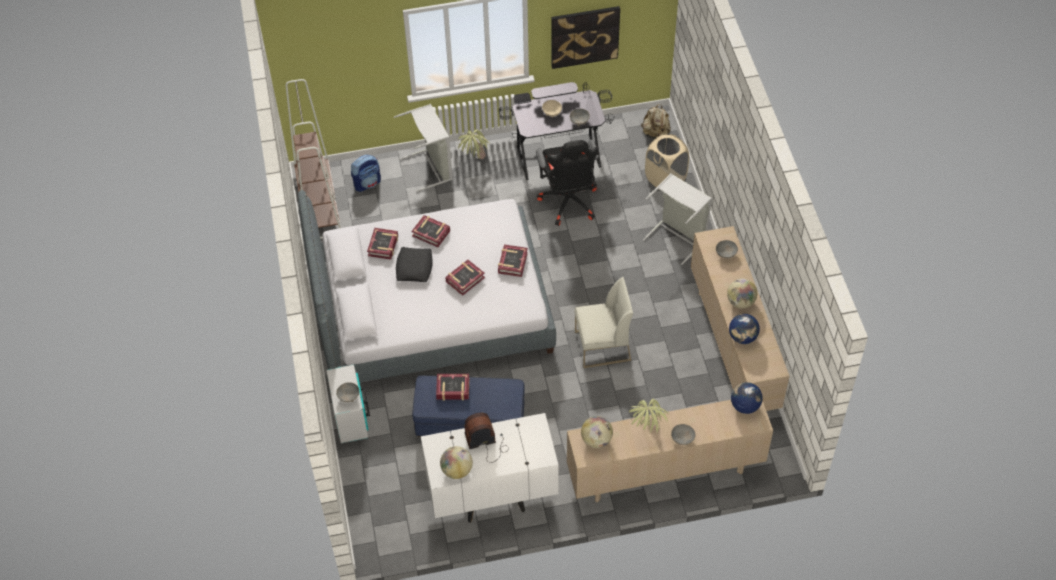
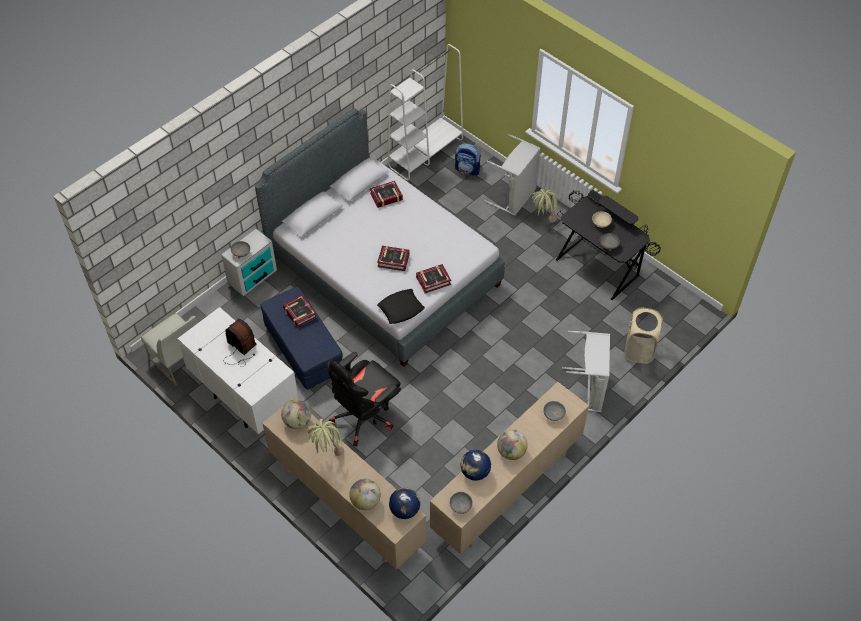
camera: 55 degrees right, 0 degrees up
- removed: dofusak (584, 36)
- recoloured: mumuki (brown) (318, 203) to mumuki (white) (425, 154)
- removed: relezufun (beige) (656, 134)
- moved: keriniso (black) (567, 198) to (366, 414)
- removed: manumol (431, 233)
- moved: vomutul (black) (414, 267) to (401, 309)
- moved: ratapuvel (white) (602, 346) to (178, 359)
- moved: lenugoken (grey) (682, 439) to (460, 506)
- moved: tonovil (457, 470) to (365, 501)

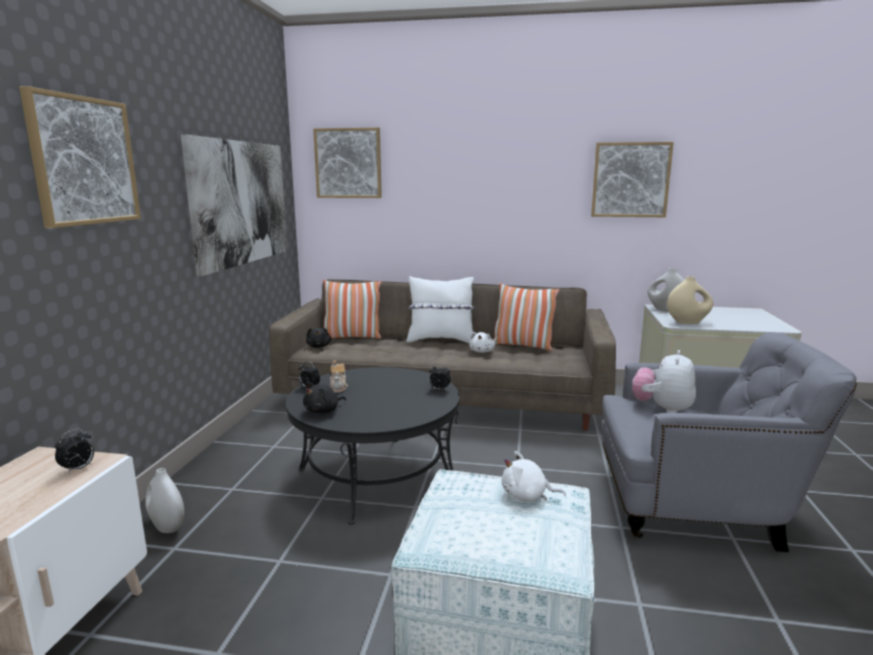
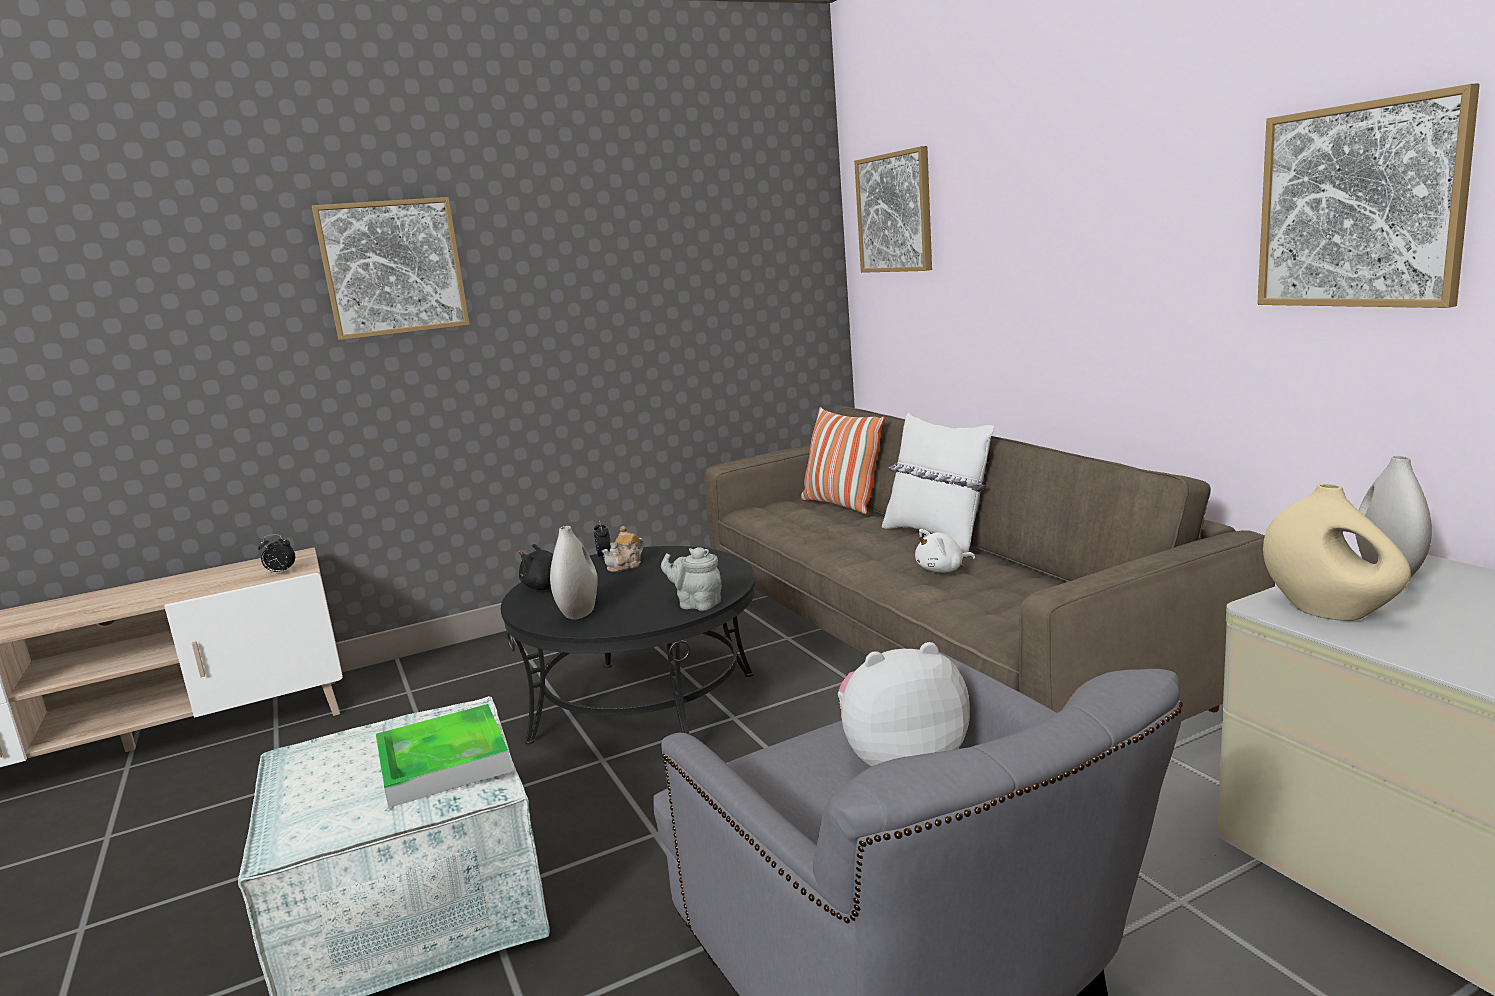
camera: 55 degrees right, 0 degrees up
- removed: dofusak (240, 203)
- removed: vomutul (522, 346)
- removed: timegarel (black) (319, 346)
- replaced: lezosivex (439, 390) to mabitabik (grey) (696, 604)
- replaced: timegarel (white) (527, 496) to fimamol (443, 762)
- moved: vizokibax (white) (167, 526) to (579, 612)

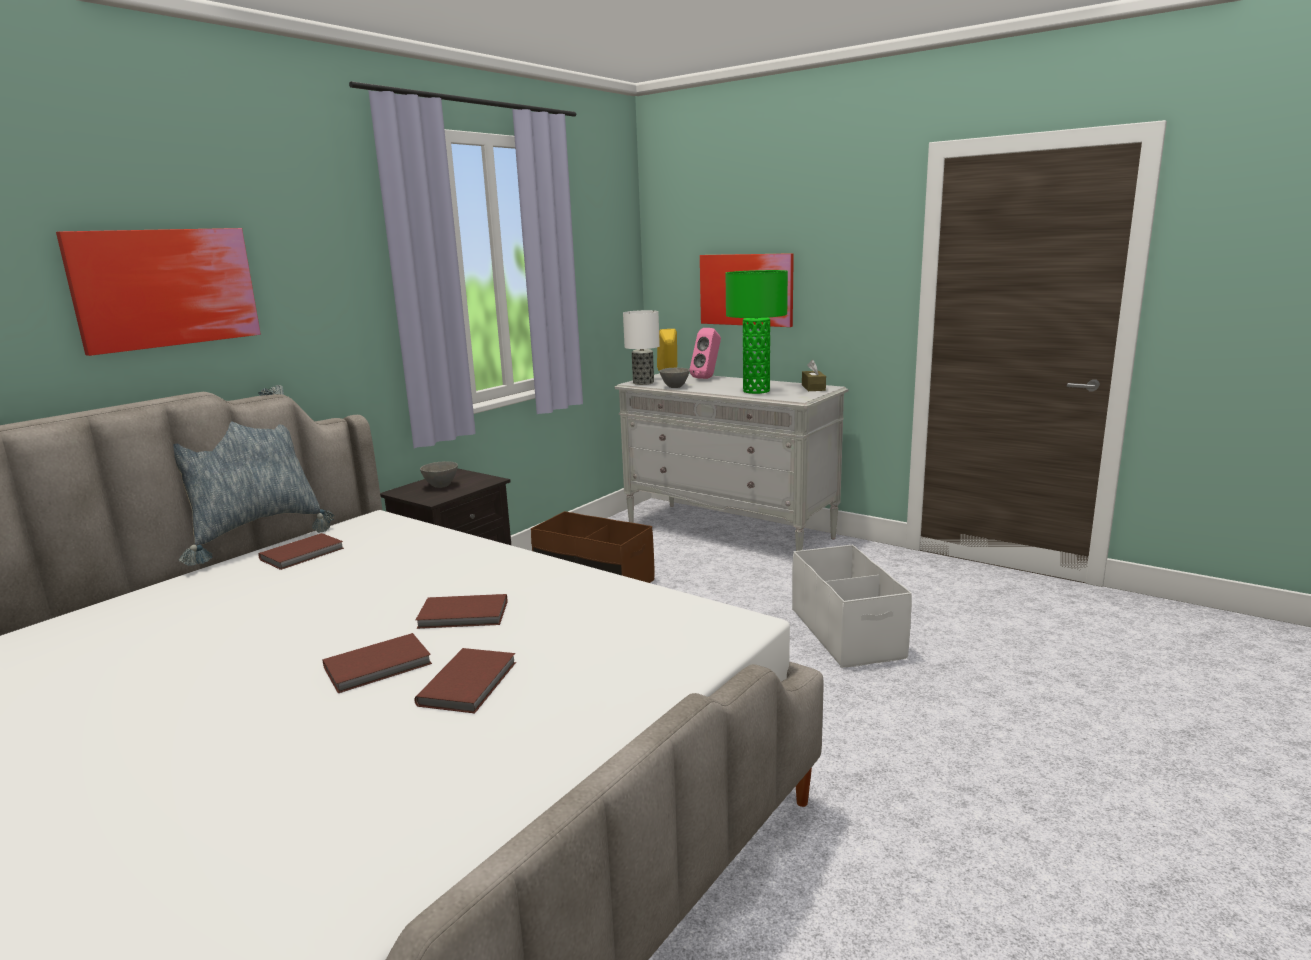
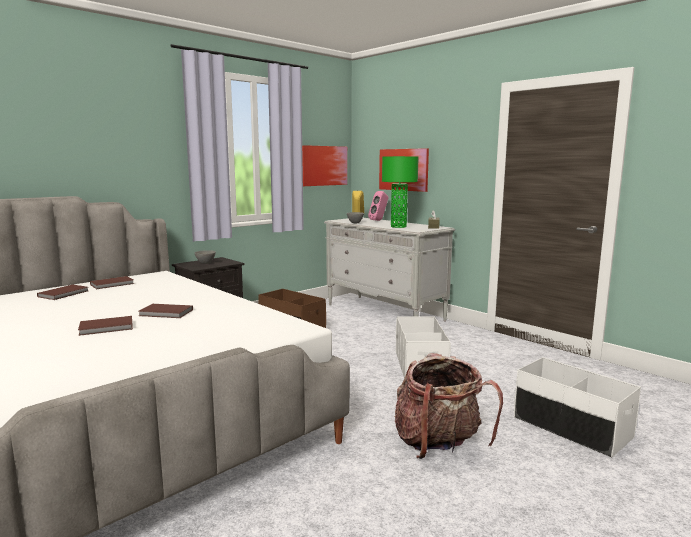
camera: 10 degrees right, 5 degrees down
- moved: dofusak (165, 288) to (324, 165)
- removed: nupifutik (643, 383)
- removed: vomutul (252, 544)
- moved: manumol (brown) (471, 683) to (64, 294)
- added: relezufun (438, 445)
- added: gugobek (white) (571, 427)

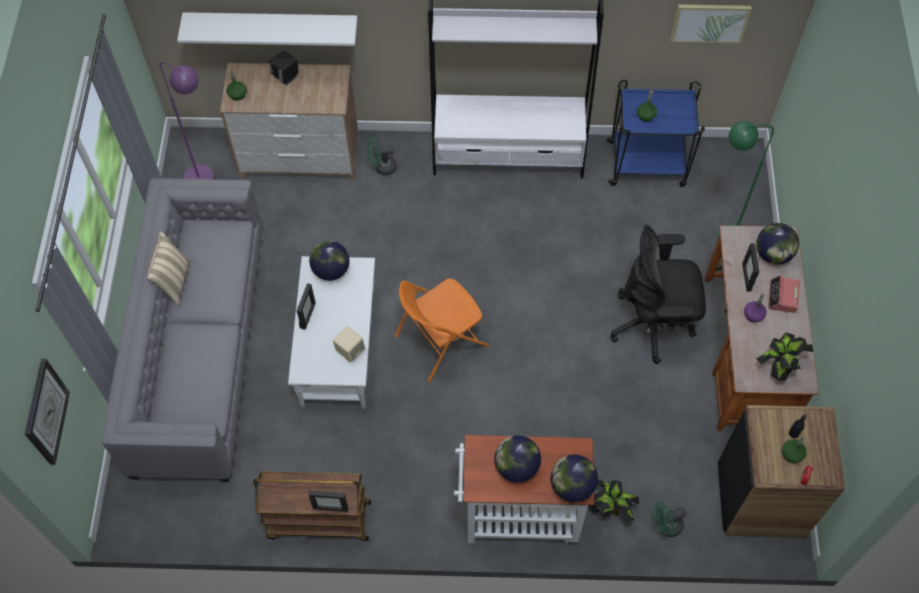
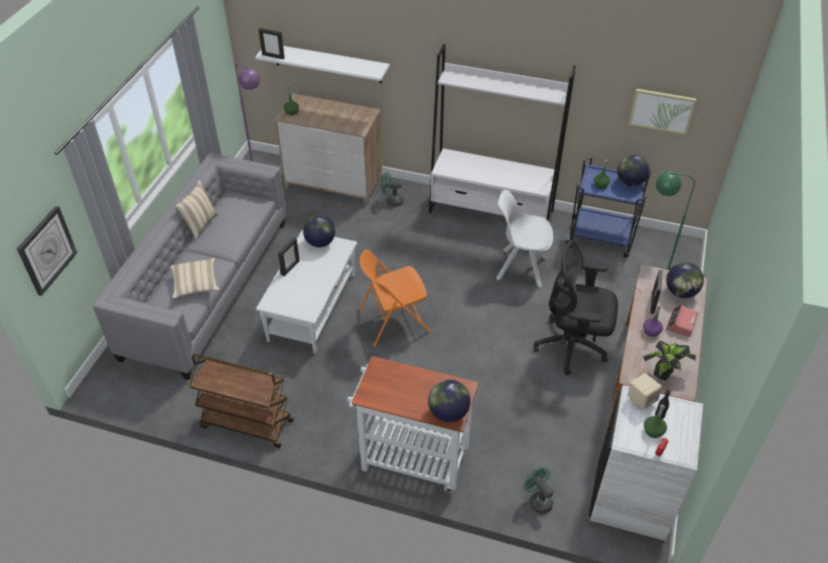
camera: 15 degrees right, 15 degrees down
- removed: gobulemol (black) (286, 76)
- moved: gobulemol (beige) (350, 351) to (641, 400)
- recoloured: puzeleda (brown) (761, 498) to puzeleda (white) (631, 499)
- moved: tonovil (516, 467) to (630, 182)
- removed: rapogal (611, 509)
- moved: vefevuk (330, 507) to (273, 56)
- turned: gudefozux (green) (666, 527) = (538, 500) 60 degrees clockwise
- added: ratapuvel (white) (520, 267)
- added: vomutul (beige) (195, 284)

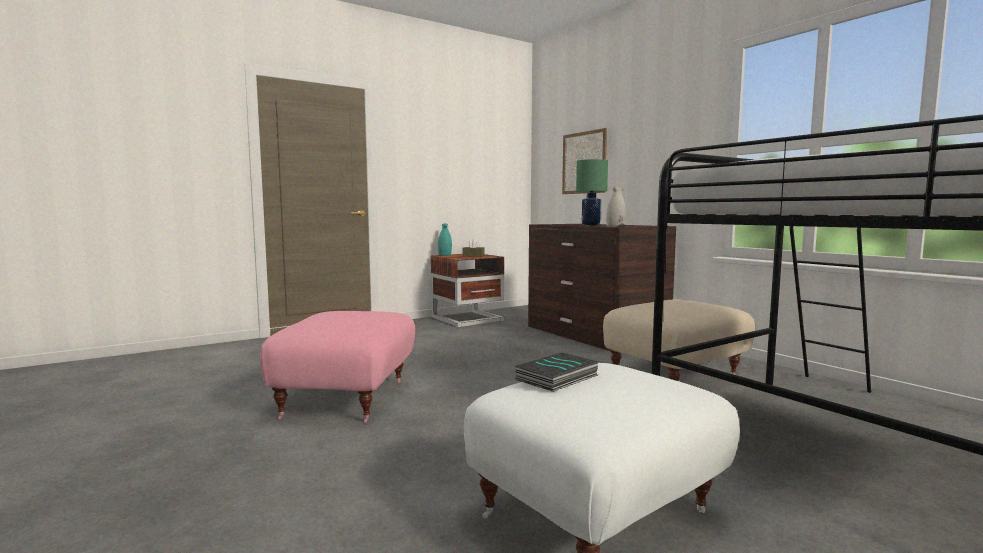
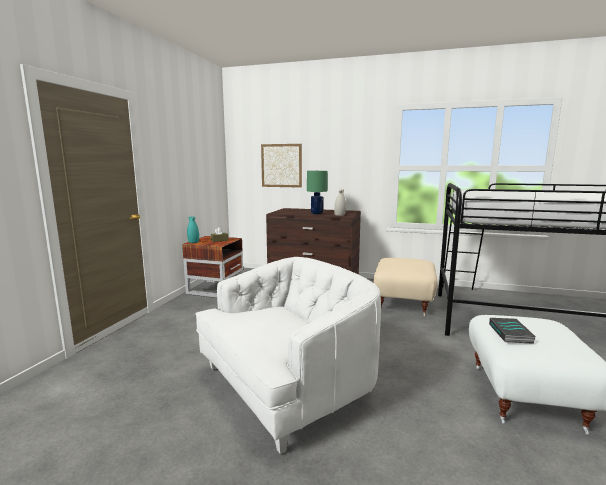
camera: 40 degrees left, 5 degrees up
- replaced: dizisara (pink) (348, 399) to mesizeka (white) (285, 386)

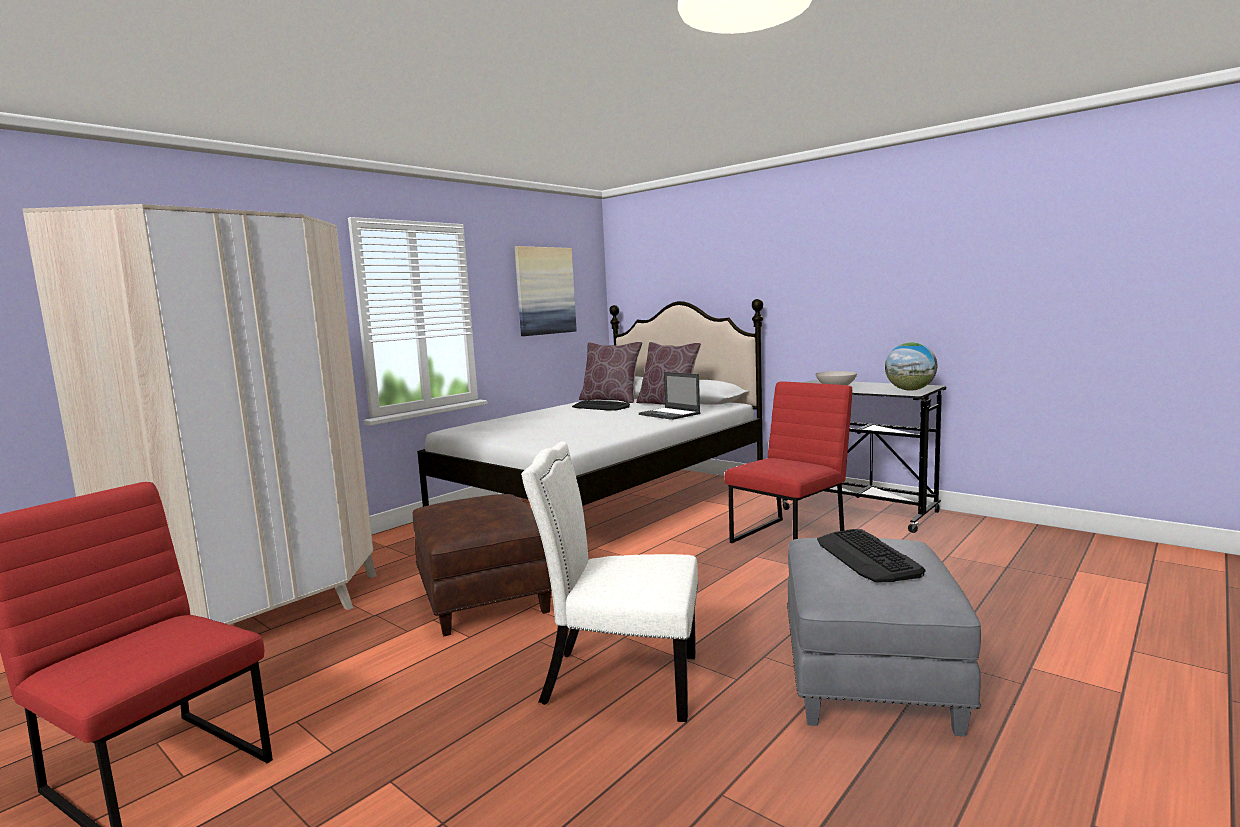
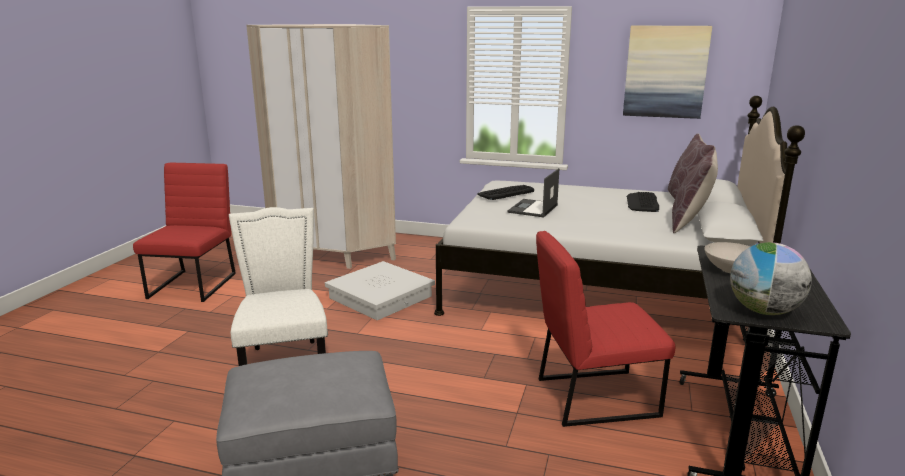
camera: 65 degrees right, 10 degrees up
- moved: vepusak (670, 414) to (533, 209)
- turned: ratapuvel (red) (790, 537) = (593, 397) 150 degrees clockwise
- replaced: dizisara (brown) (482, 597) to gugobek (white) (381, 297)
- moved: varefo (867, 557) to (505, 193)

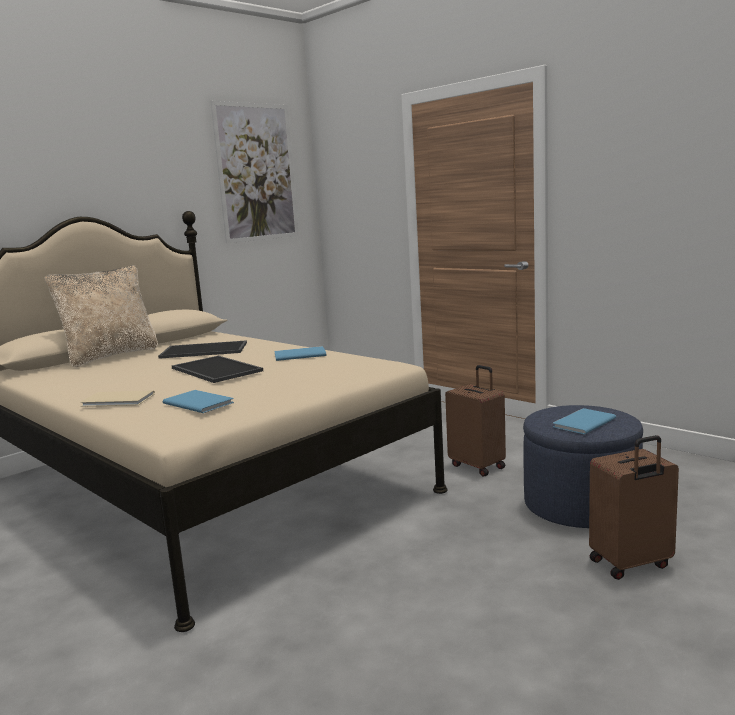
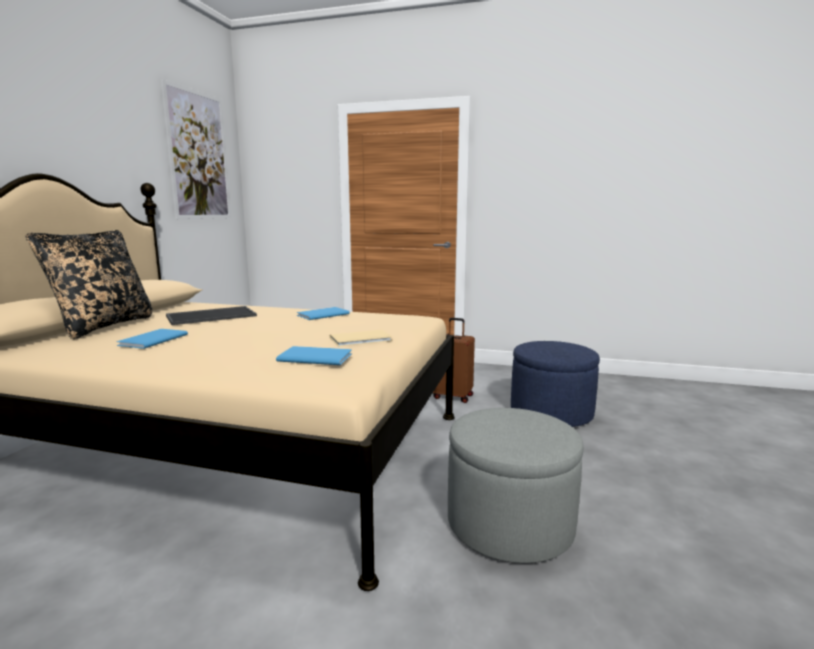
camera: 30 degrees left, 0 degrees up
- recoloured: vomutul (beige) (112, 357) to vomutul (black) (105, 327)
- removed: fimamol (214, 370)
- moved: manumol (beige) (119, 400) to (362, 339)
- moved: manumol (blue) (581, 423) to (151, 340)
- removed: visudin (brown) (631, 564)
- added: dizisara (grey) (509, 524)

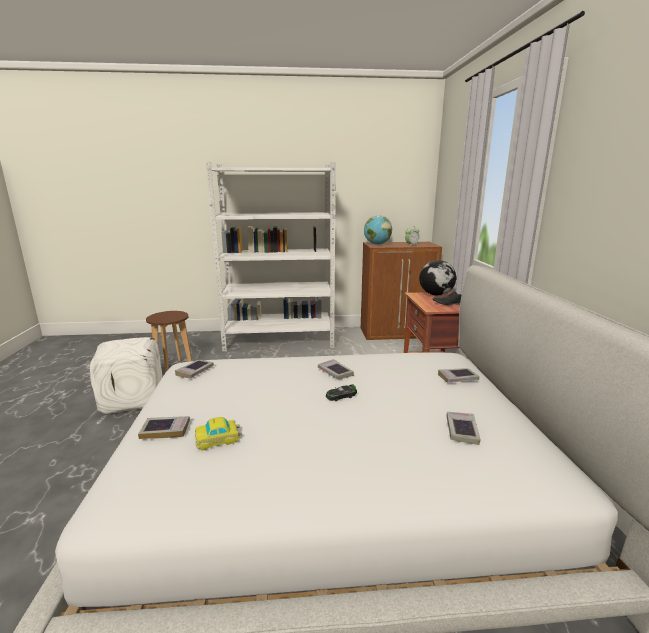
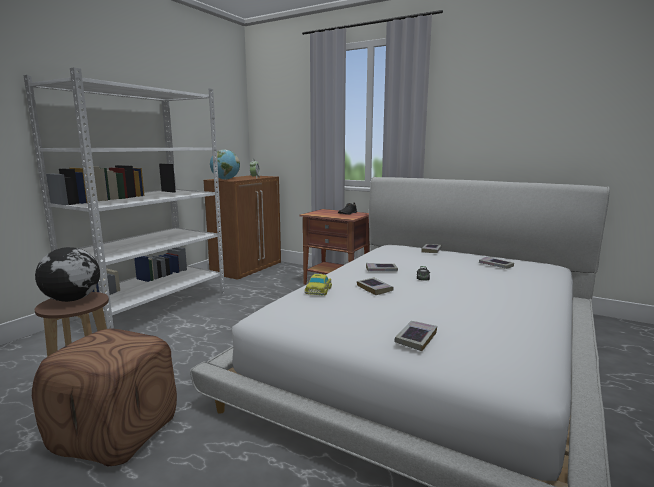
camera: 55 degrees left, 5 degrees down
- moved: tonovil (436, 295) to (73, 299)
- recoloured: dizisara (white) (132, 399) to dizisara (brown) (115, 433)
- moved: manumol (195, 371) to (374, 289)
- moved: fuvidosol (218, 439) to (319, 290)

